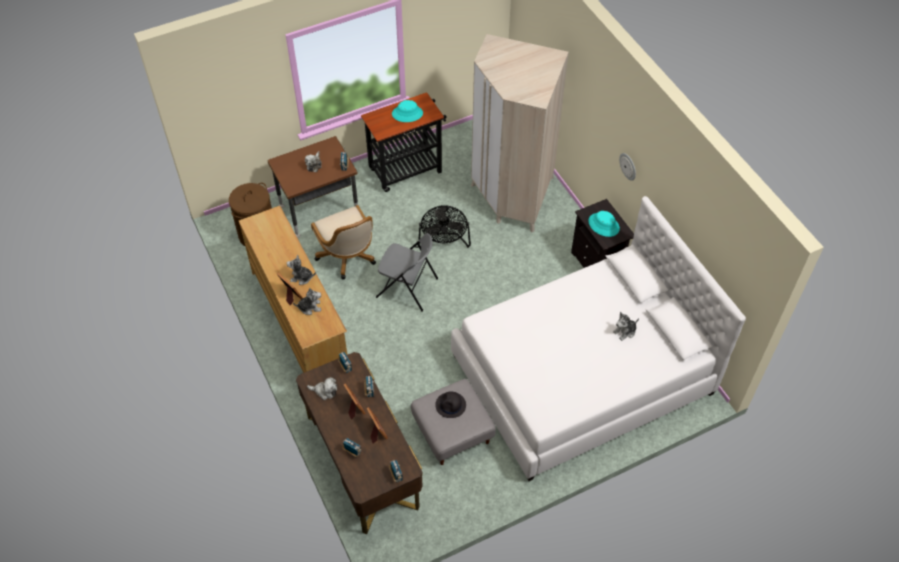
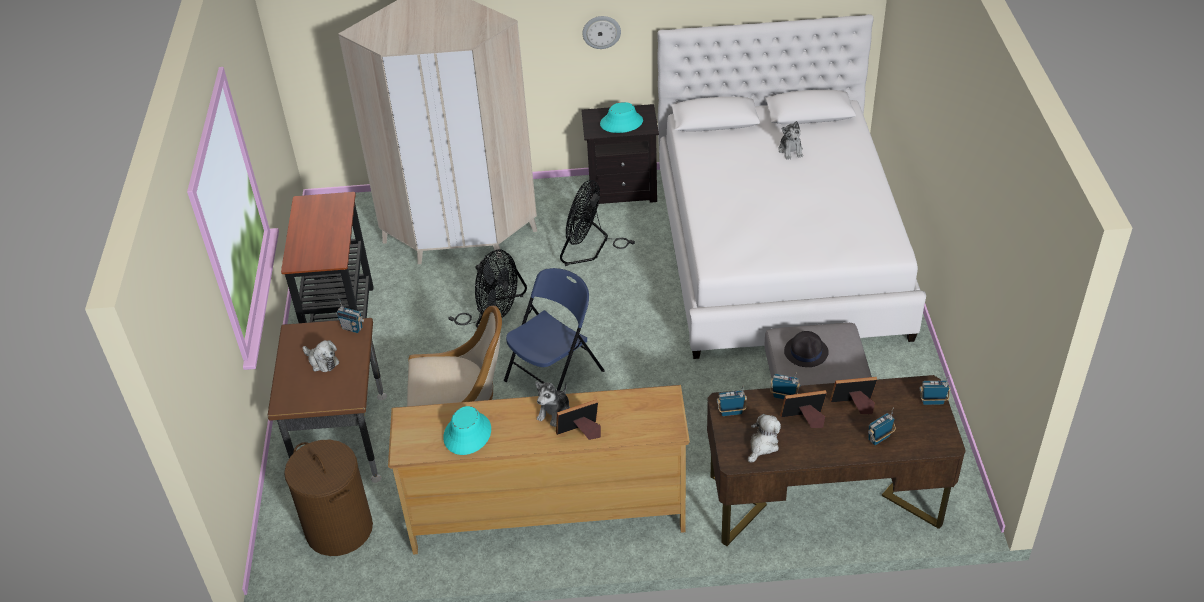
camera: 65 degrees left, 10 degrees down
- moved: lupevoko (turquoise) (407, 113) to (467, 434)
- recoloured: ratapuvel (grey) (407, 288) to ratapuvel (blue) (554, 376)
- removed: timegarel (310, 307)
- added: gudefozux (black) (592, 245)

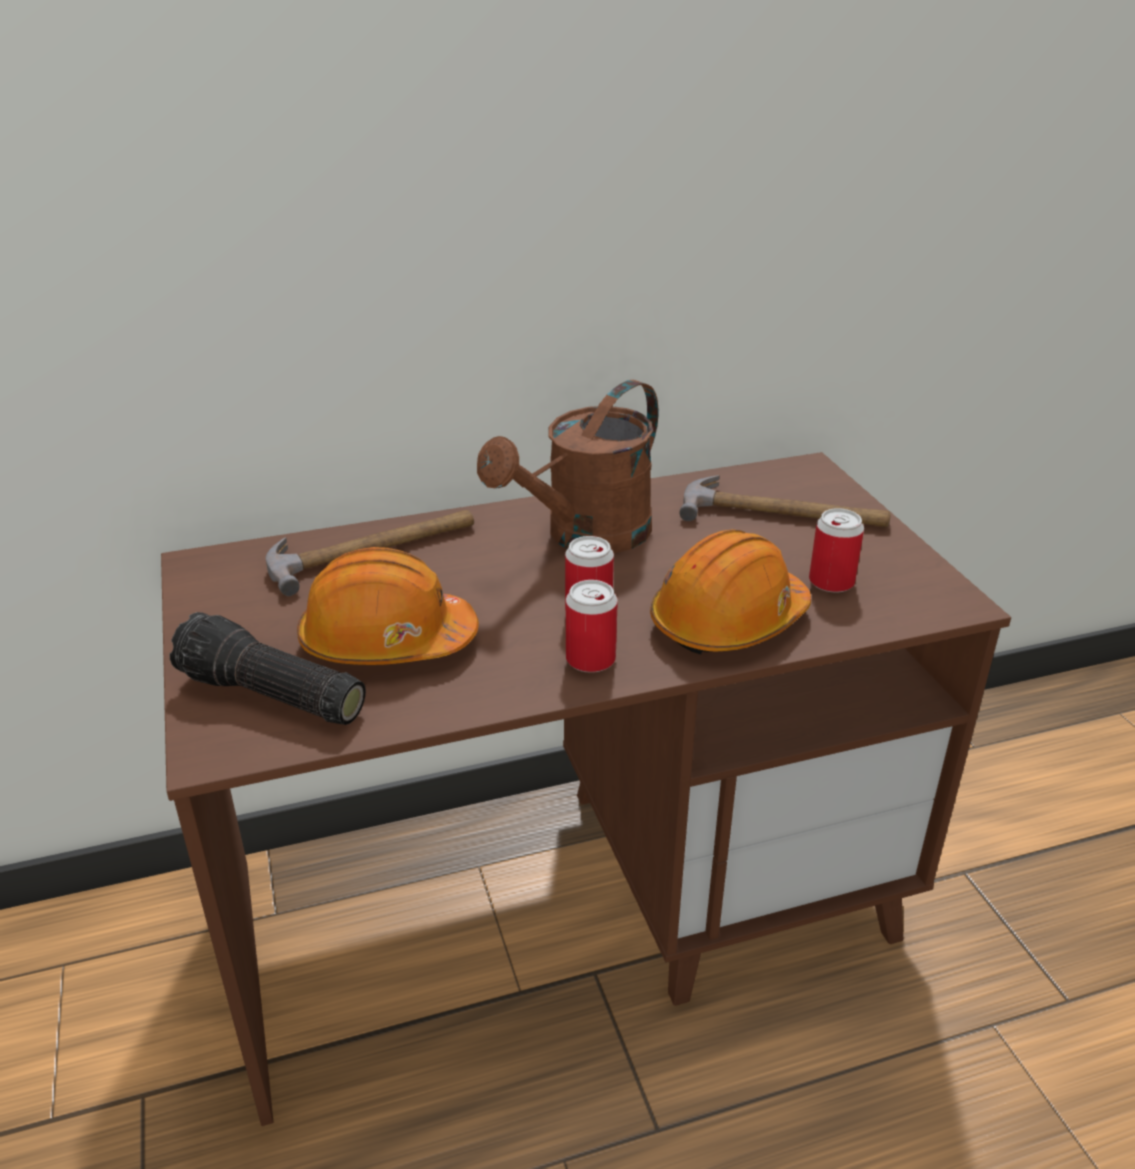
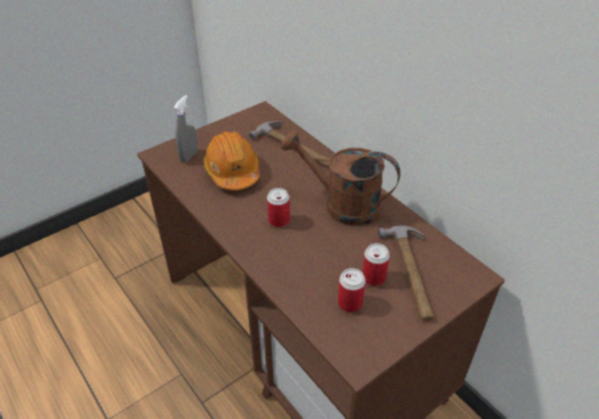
camera: 70 degrees right, 10 degrees up
- removed: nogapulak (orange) (728, 621)
- moved: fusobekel (590, 659) to (373, 277)
- replaced: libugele (269, 696) to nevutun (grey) (189, 156)

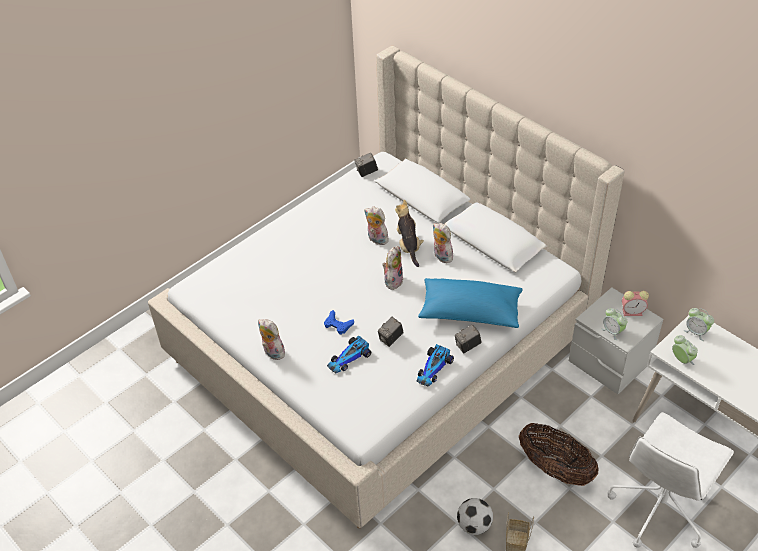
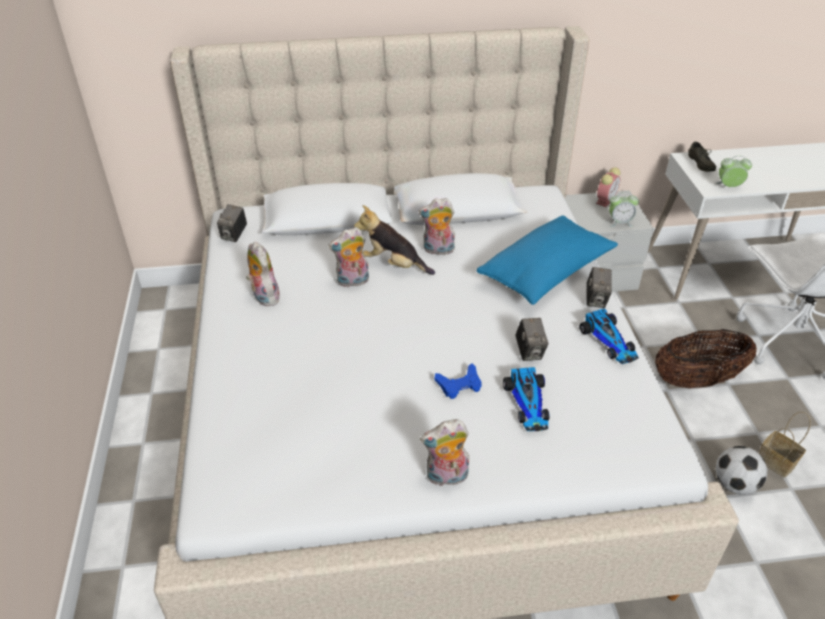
camera: 55 degrees left, 5 degrees down
- moved: timegarel (393, 280) to (264, 296)
- replaced: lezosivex (696, 332) to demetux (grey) (699, 164)

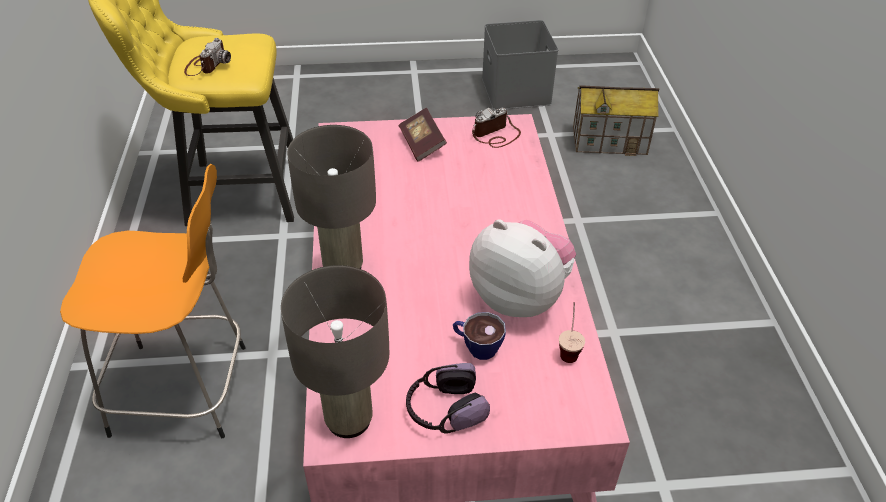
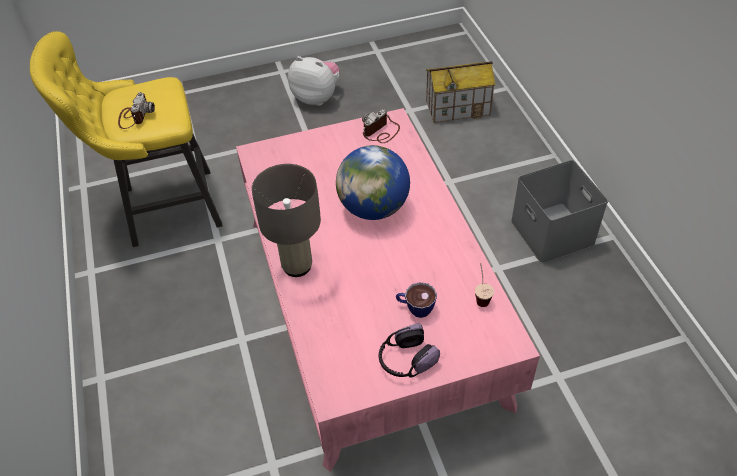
camera: 10 degrees left, 5 degrees up
- moved: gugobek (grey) (517, 91) to (554, 233)
- removed: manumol (422, 144)
- removed: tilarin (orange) (186, 390)
- moved: timegarel (520, 297) to (317, 97)
- removed: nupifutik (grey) (349, 420)
- added: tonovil (373, 208)

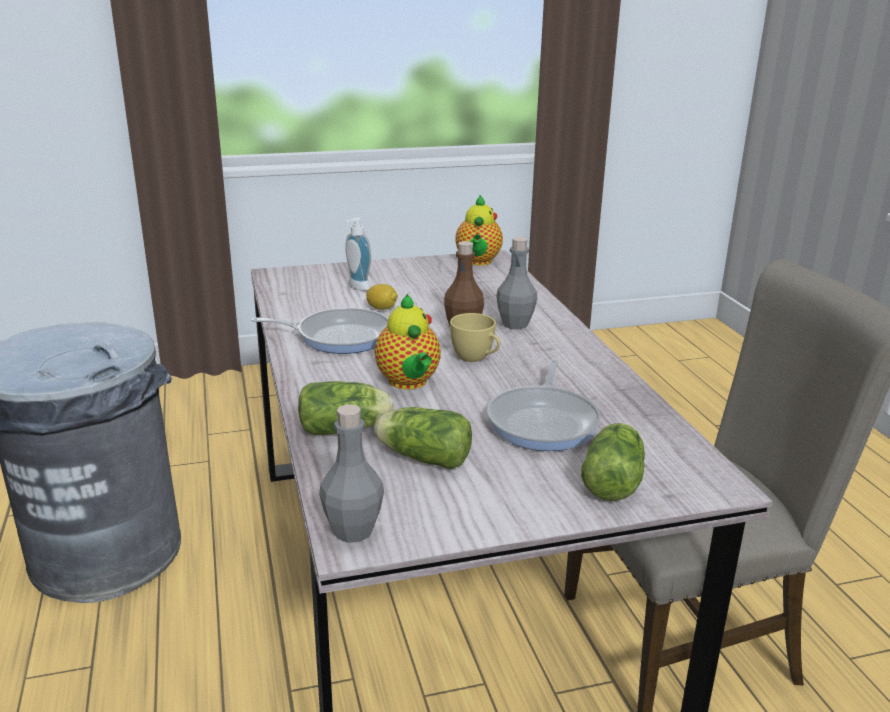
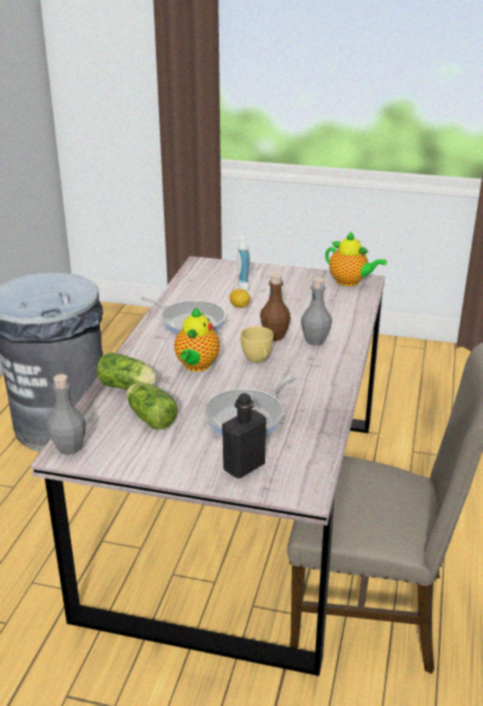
camera: 30 degrees right, 5 degrees up
- turned: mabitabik (478, 262) = (350, 282) 90 degrees counterclockwise
- replaced: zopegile (613, 479) to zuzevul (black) (244, 467)

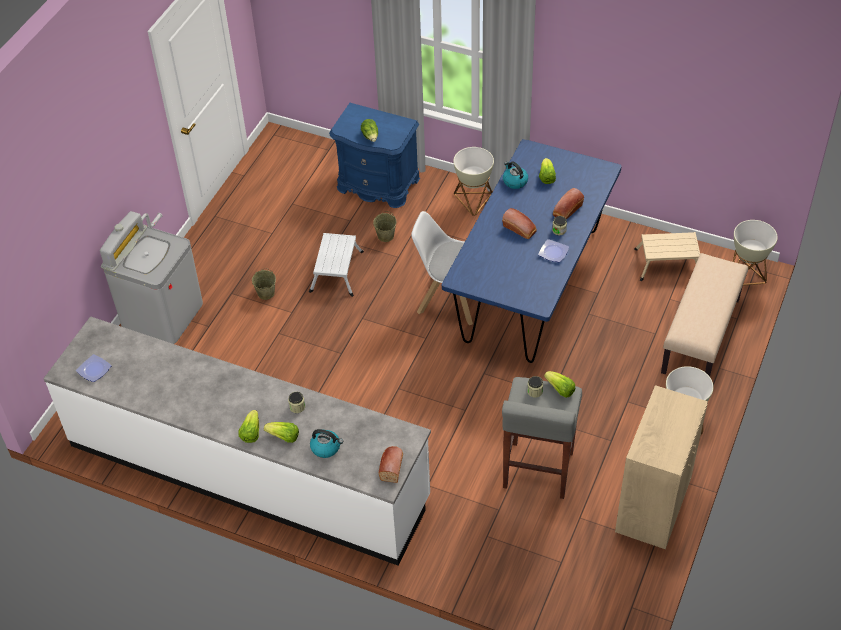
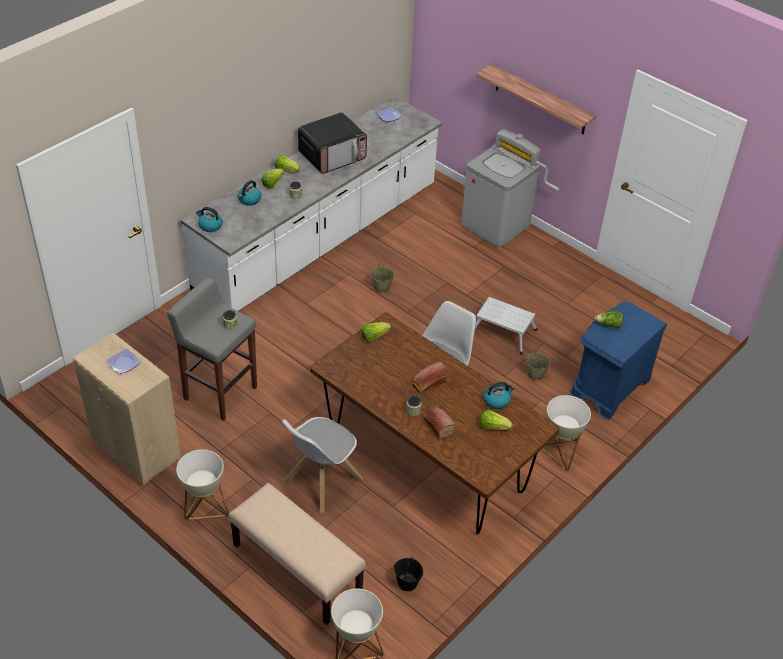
camera: 105 degrees right, 5 degrees down
- recoloured: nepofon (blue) (530, 285) to nepofon (brown) (427, 458)
- replaced: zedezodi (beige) (667, 263) to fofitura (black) (407, 582)
- moved: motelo (553, 253) to (123, 363)
- moved: fofitura (beige) (266, 293) to (382, 288)
- moved: zopegile (560, 389) to (374, 336)
- replaced: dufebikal (392, 467) to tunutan (210, 226)
- added: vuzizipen (540, 100)
- added: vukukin (332, 156)
- added: ratapuvel (321, 482)

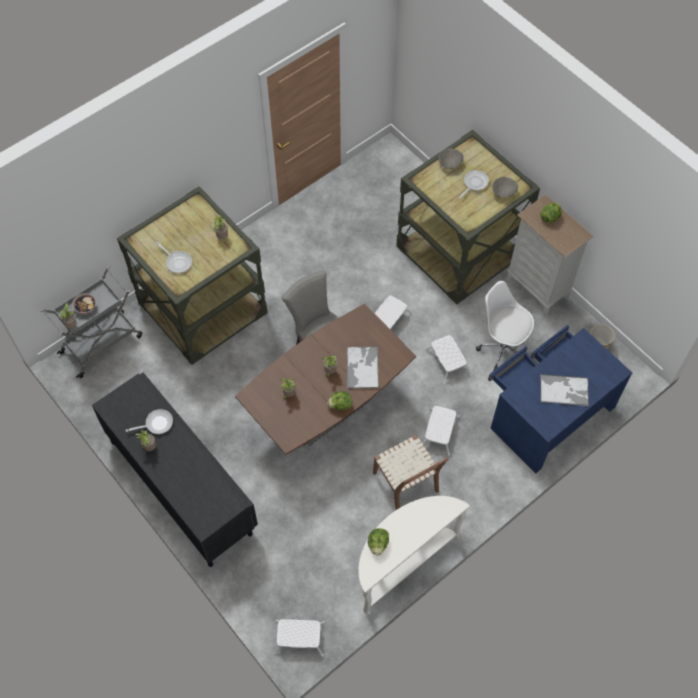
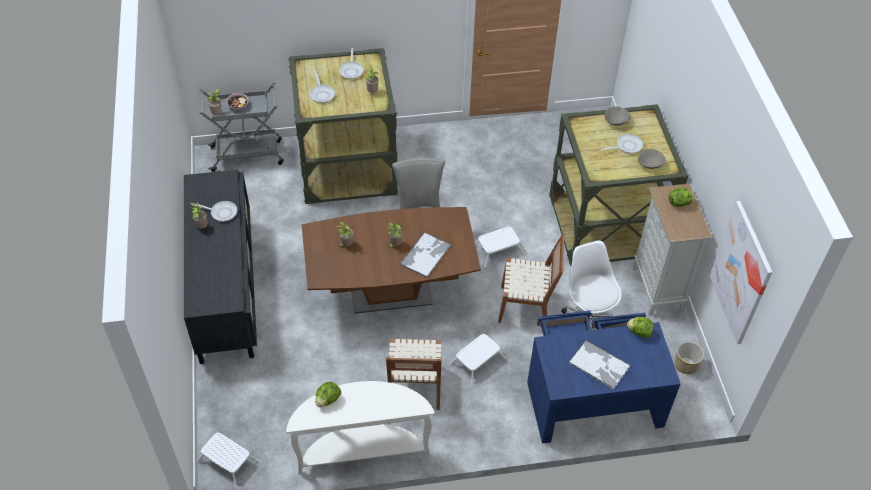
camera: 30 degrees right, 10 degrees down
- replaced: zedezodi (white) (447, 361) to ratapuvel (527, 307)
- moved: zopegile (340, 405) to (639, 332)
- added: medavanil (351, 70)
- added: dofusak (741, 273)

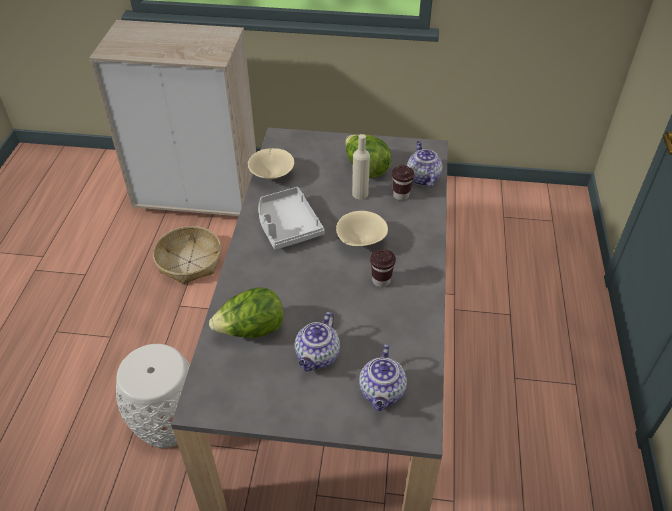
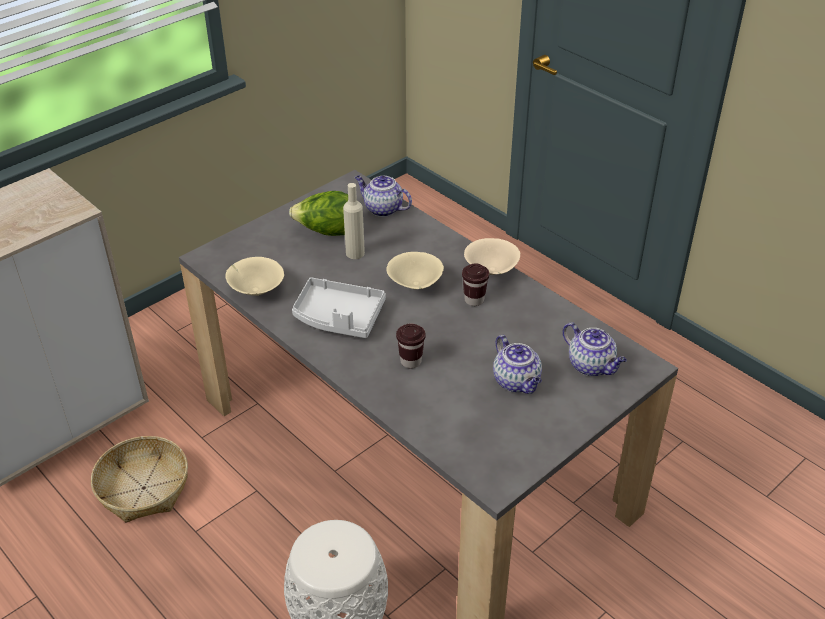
camera: 50 degrees left, 5 degrees down
- moved: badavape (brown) (401, 195) to (411, 361)
- removed: zopegile (251, 330)
- added: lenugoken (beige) (491, 272)

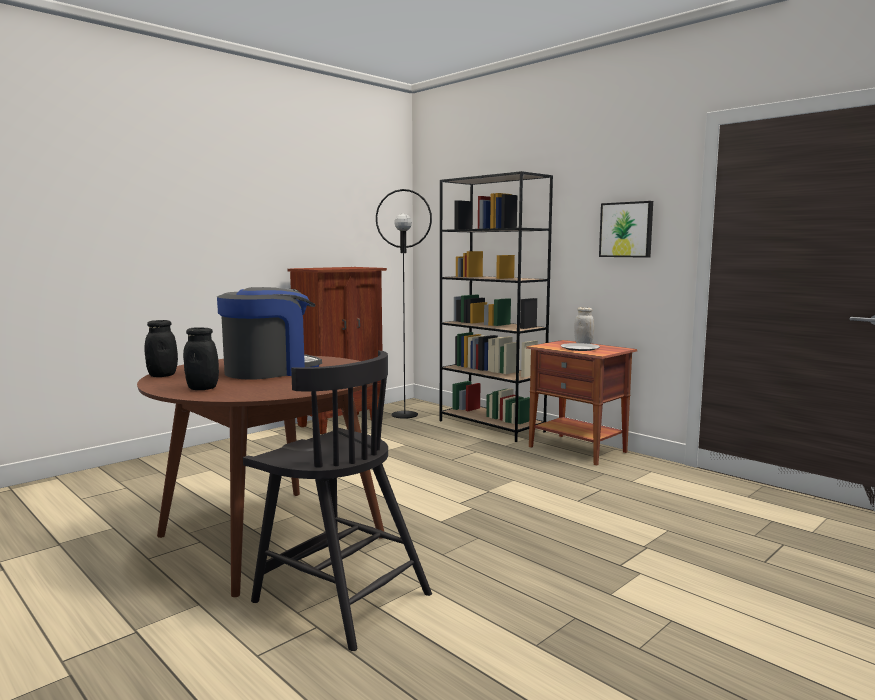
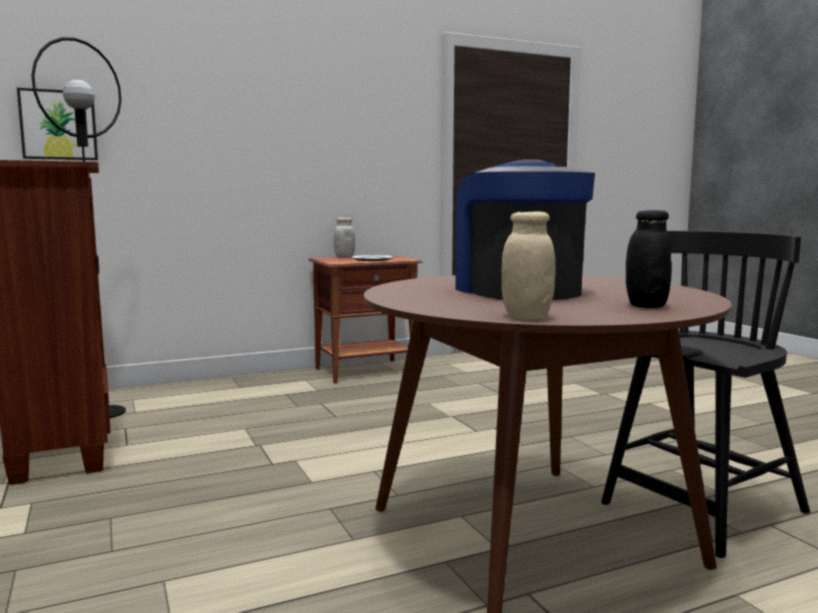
camera: 70 degrees left, 0 degrees up
- removed: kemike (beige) (492, 426)
- moved: dofusak (626, 229) to (58, 125)
- recoloured: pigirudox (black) (162, 375) to pigirudox (beige) (526, 317)

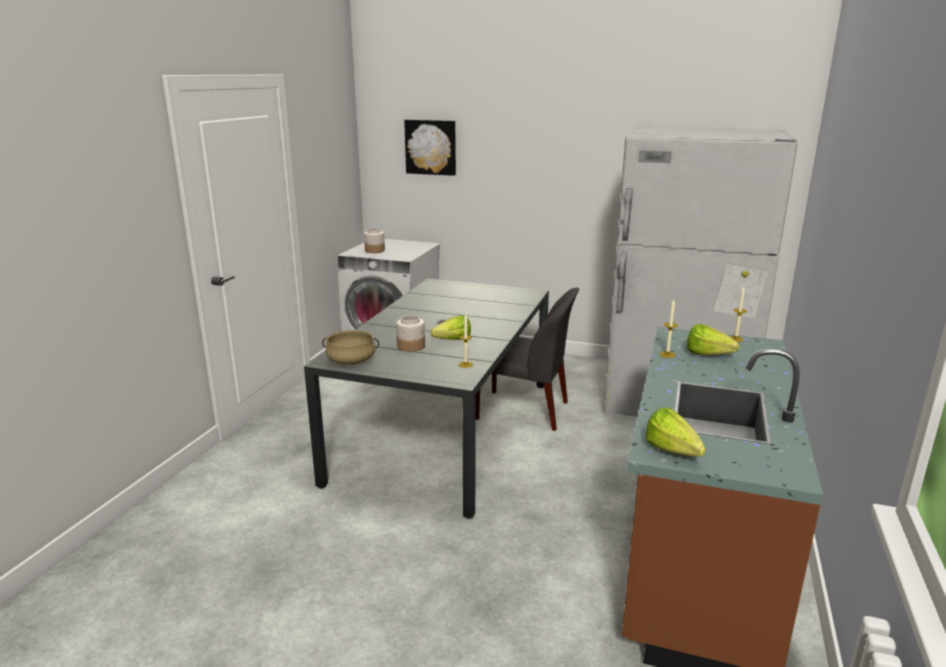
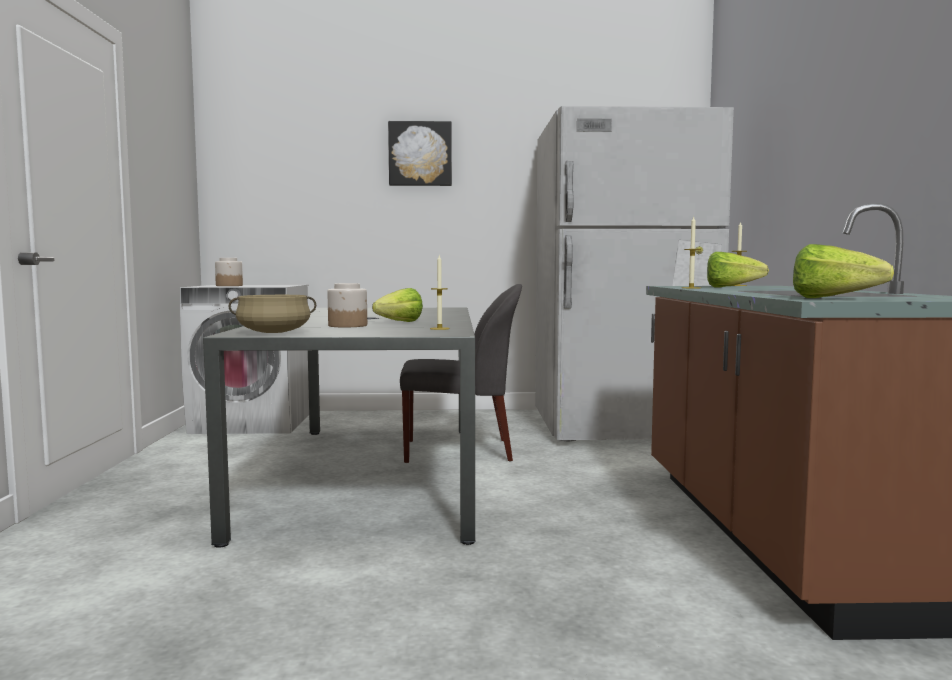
camera: 20 degrees left, 15 degrees down
- moved: dofusak (431, 147) to (420, 154)

